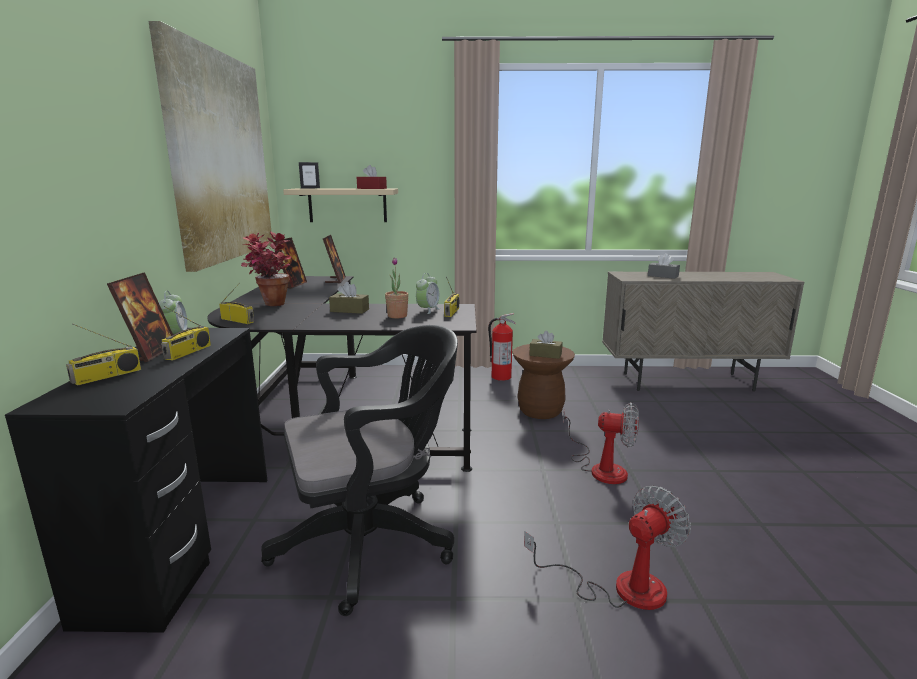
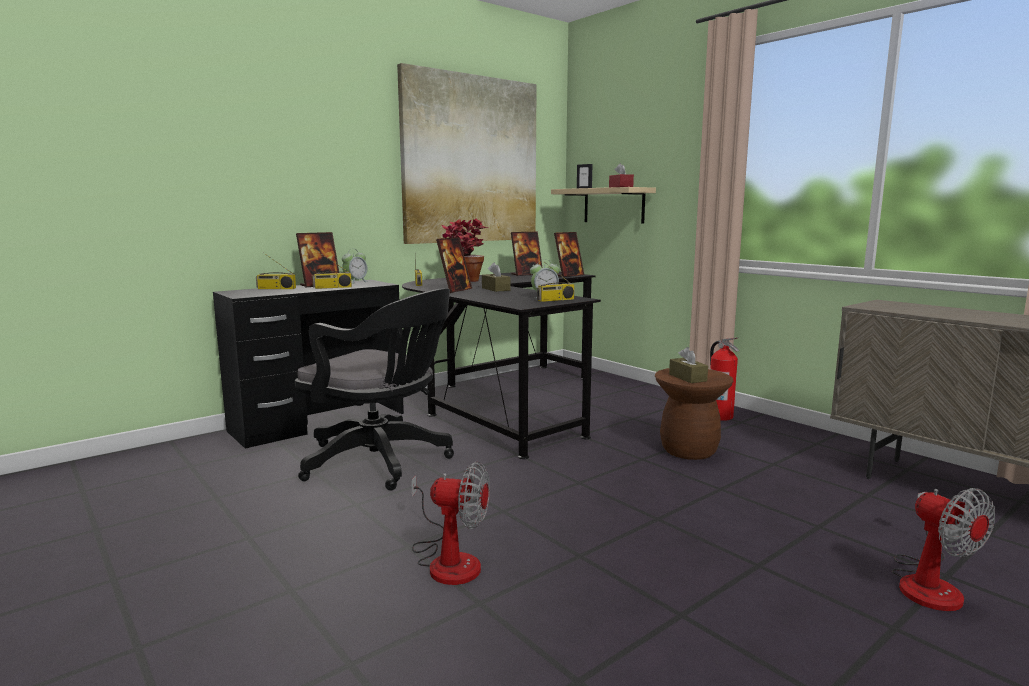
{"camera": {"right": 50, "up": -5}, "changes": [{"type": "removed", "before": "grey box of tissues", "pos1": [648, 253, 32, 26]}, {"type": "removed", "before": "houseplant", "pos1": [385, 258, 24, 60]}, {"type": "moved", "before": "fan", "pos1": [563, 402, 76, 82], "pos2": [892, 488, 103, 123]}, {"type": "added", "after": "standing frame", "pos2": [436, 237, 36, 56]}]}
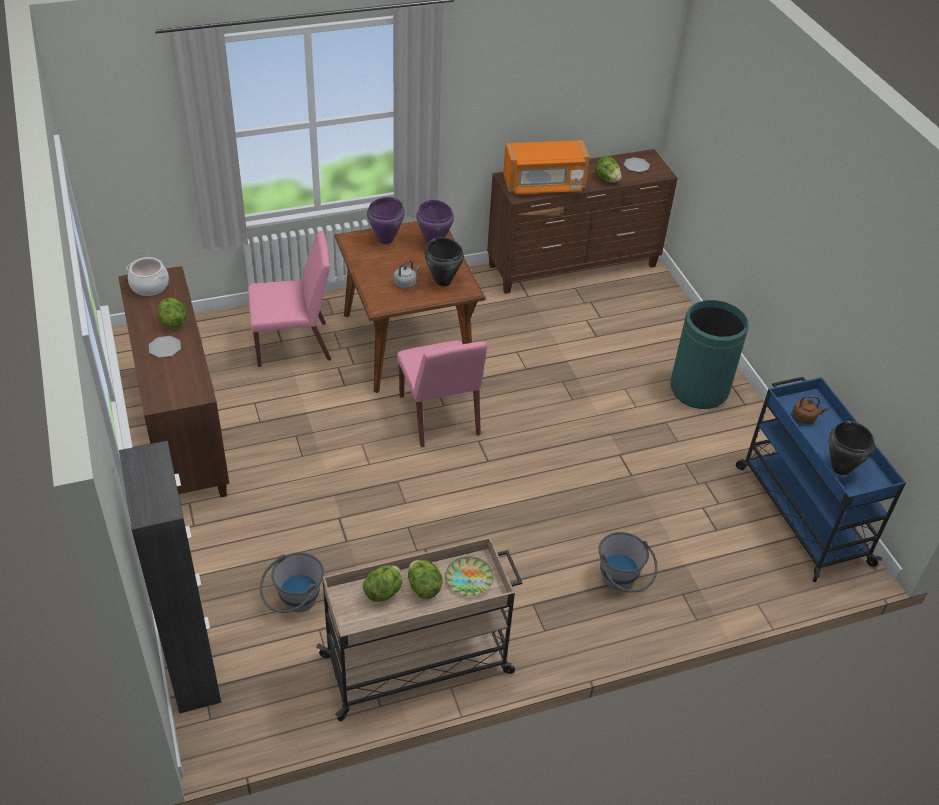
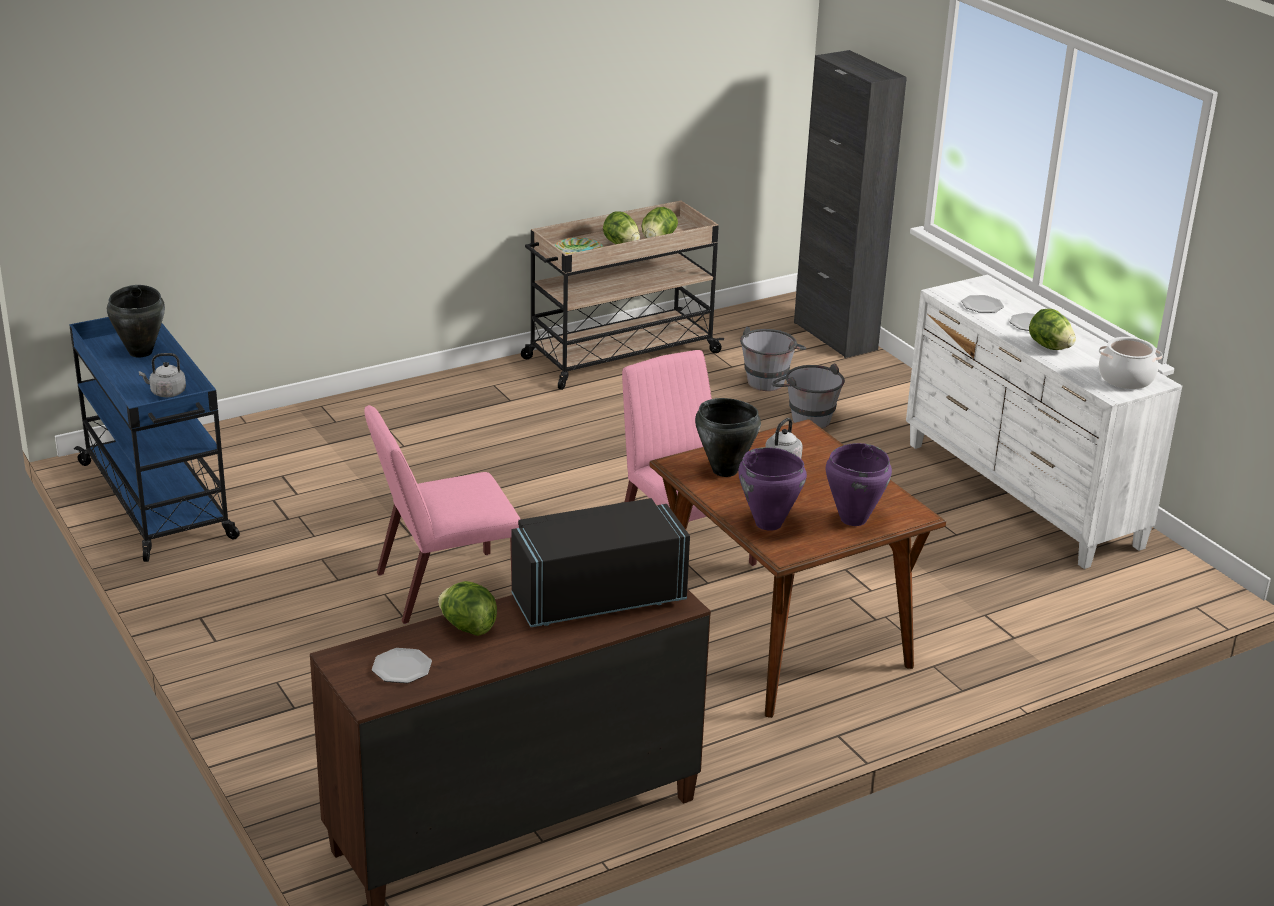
{"camera": {"right": 170, "up": -15}, "changes": [{"type": "recoloured", "before": "orangey microwave oven", "after": "black-coloured microwave oven", "pos1": [503, 140, 87, 54], "pos2": [512, 498, 178, 129]}, {"type": "moved", "before": "pink upright chair", "pos1": [248, 231, 83, 136], "pos2": [364, 405, 156, 219]}, {"type": "recoloured", "before": "brown chest of drawers", "after": "white chest of drawers", "pos1": [118, 266, 111, 232], "pos2": [906, 275, 276, 294]}, {"type": "removed", "before": "green trash can", "pos1": [671, 300, 78, 109]}, {"type": "recoloured", "before": "brown kettle", "after": "grey kettle", "pos1": [793, 395, 35, 29], "pos2": [139, 353, 47, 44]}, {"type": "moved", "before": "grey pail", "pos1": [598, 532, 60, 61], "pos2": [772, 363, 73, 66]}, {"type": "added", "after": "flat dish", "pos2": [961, 295, 43, 18]}]}
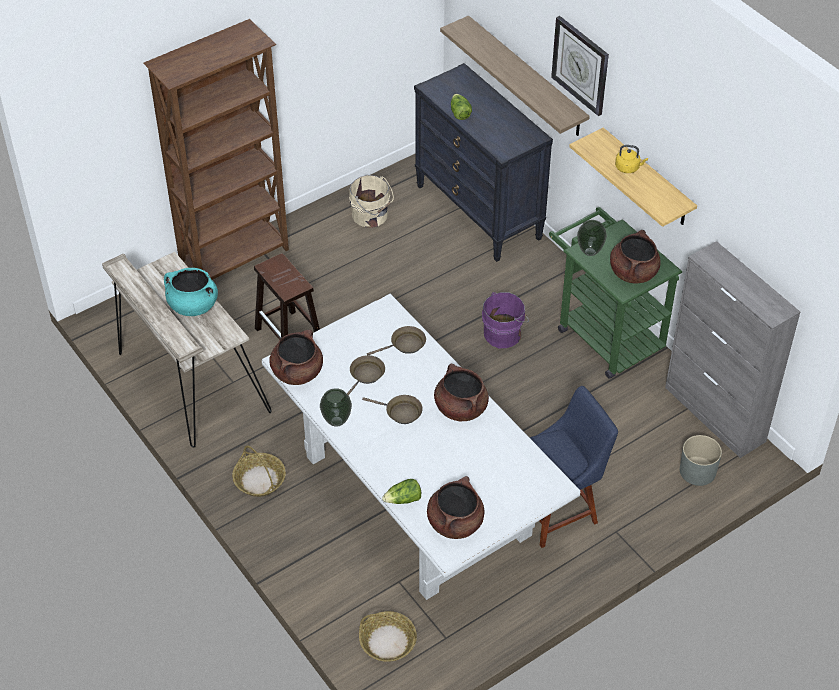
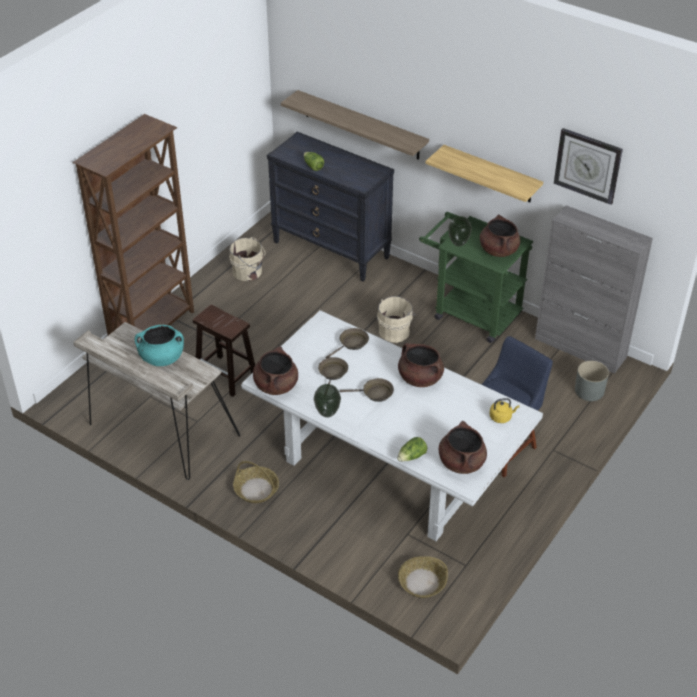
{"camera": {"right": -20, "up": -5}, "changes": [{"type": "moved", "before": "hanging clock", "pos1": [551, 16, 58, 100], "pos2": [554, 128, 69, 77]}, {"type": "moved", "before": "yellow kettle", "pos1": [615, 145, 33, 28], "pos2": [490, 398, 29, 25]}, {"type": "recoloured", "before": "purple pail", "after": "beige pail", "pos1": [482, 292, 47, 56], "pos2": [377, 296, 39, 47]}]}
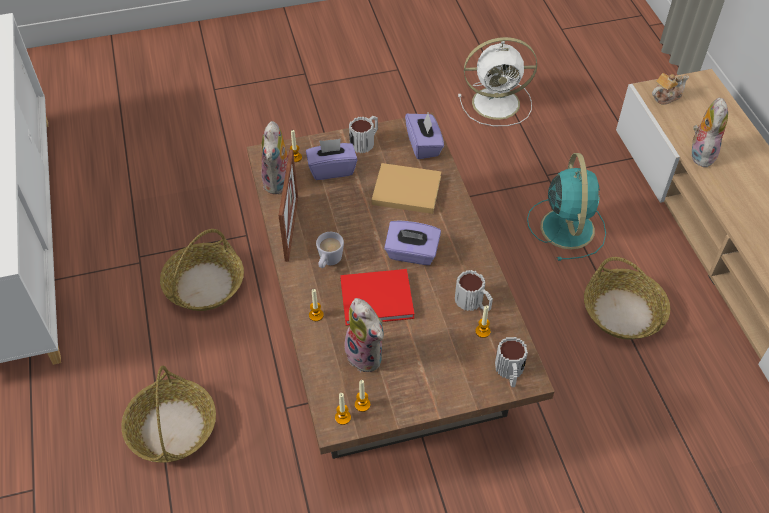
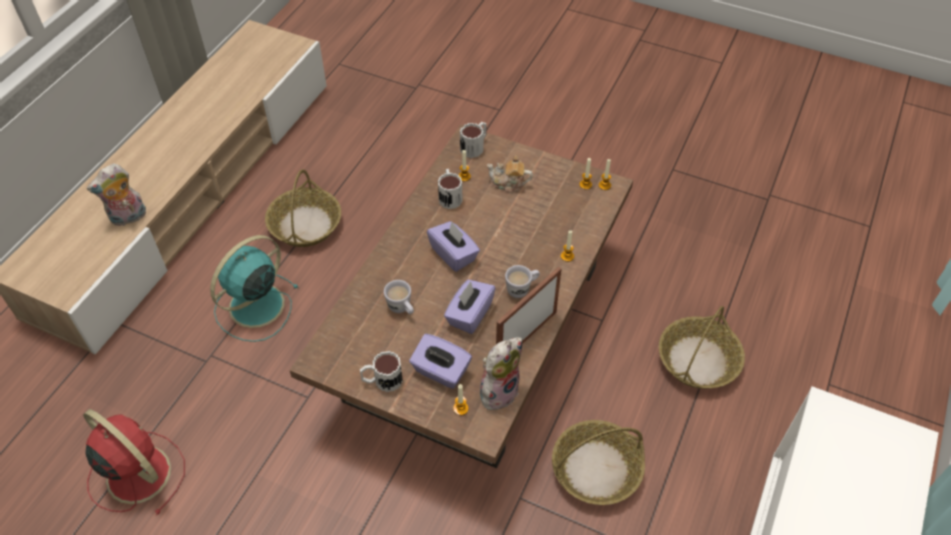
{"camera": {"right": -140, "up": 0}, "changes": [{"type": "recoloured", "before": "white fan", "after": "reddish fan", "pos1": [458, 37, 79, 89], "pos2": [83, 409, 102, 106]}, {"type": "moved", "before": "teapot", "pos1": [652, 73, 37, 32], "pos2": [487, 155, 46, 38]}, {"type": "moved", "before": "purple box of tissues", "pos1": [405, 112, 39, 47], "pos2": [444, 279, 52, 55]}, {"type": "replaced", "before": "beige bound book", "after": "white coffee mug", "pos1": [371, 163, 70, 51], "pos2": [384, 280, 30, 34]}, {"type": "removed", "before": "reddish bound book", "pos1": [340, 269, 74, 57]}, {"type": "removed", "before": "plush toy", "pos1": [344, 298, 39, 74]}]}
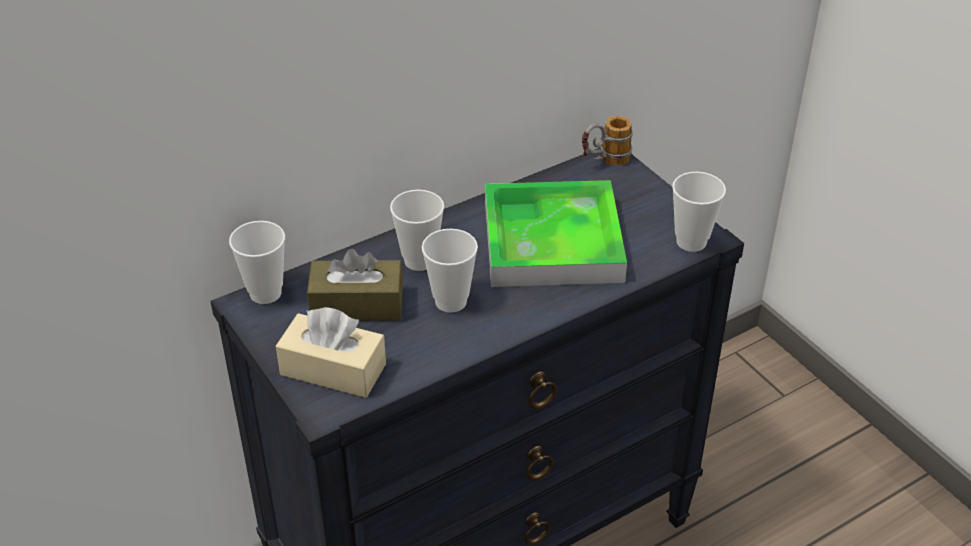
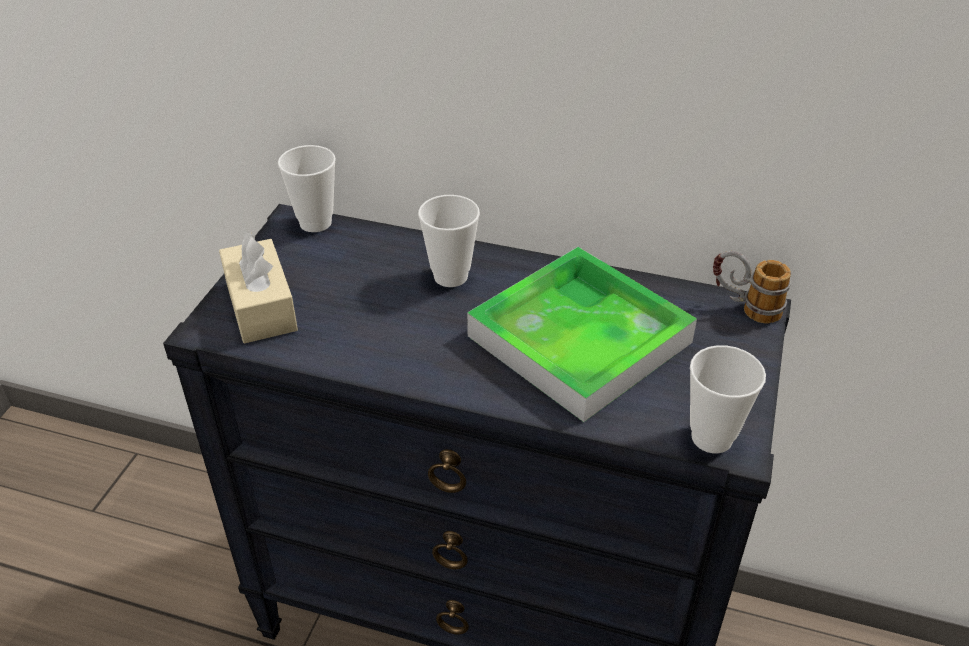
{"camera": {"right": 50, "up": 0}, "changes": [{"type": "removed", "before": "drinking cup", "pos1": [422, 229, 56, 84]}, {"type": "removed", "before": "brown box of tissues", "pos1": [307, 249, 96, 72]}]}
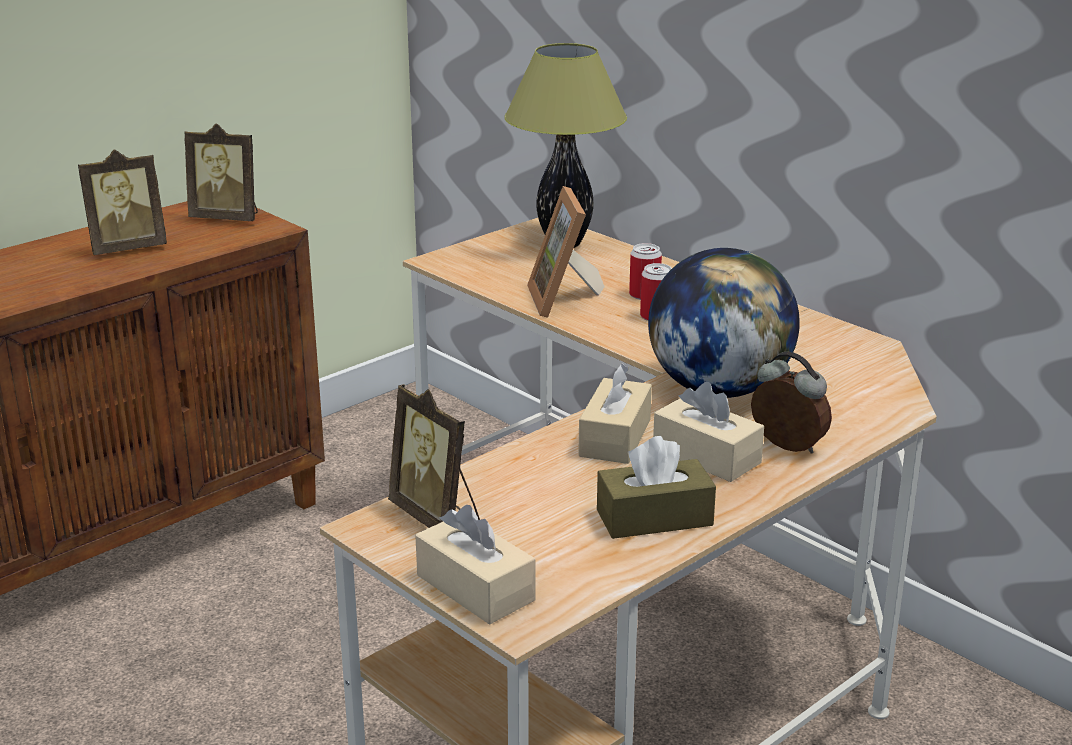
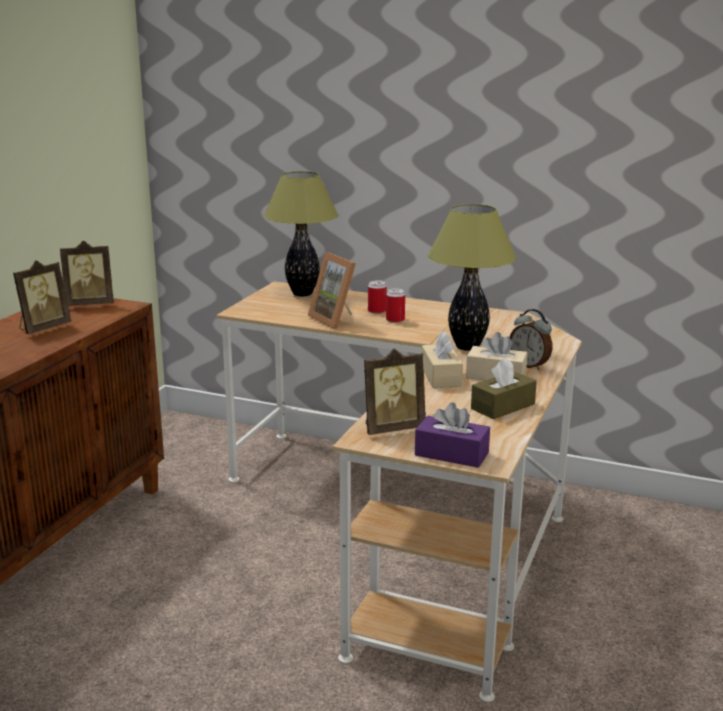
{"camera": {"right": -25, "up": -5}, "changes": [{"type": "replaced", "before": "desk globe", "after": "tabletop lamp", "pos1": [648, 248, 152, 150], "pos2": [428, 204, 88, 147]}, {"type": "turned", "before": "table clock", "pos1": [751, 352, 81, 102], "pos2": [510, 309, 42, 61], "turn": -150}, {"type": "turned", "before": "standing frame", "pos1": [388, 384, 92, 144], "pos2": [364, 349, 62, 86], "turn": -45}, {"type": "recoloured", "before": "beige box of tissues", "after": "purple box of tissues", "pos1": [415, 505, 121, 119], "pos2": [415, 403, 75, 65]}]}
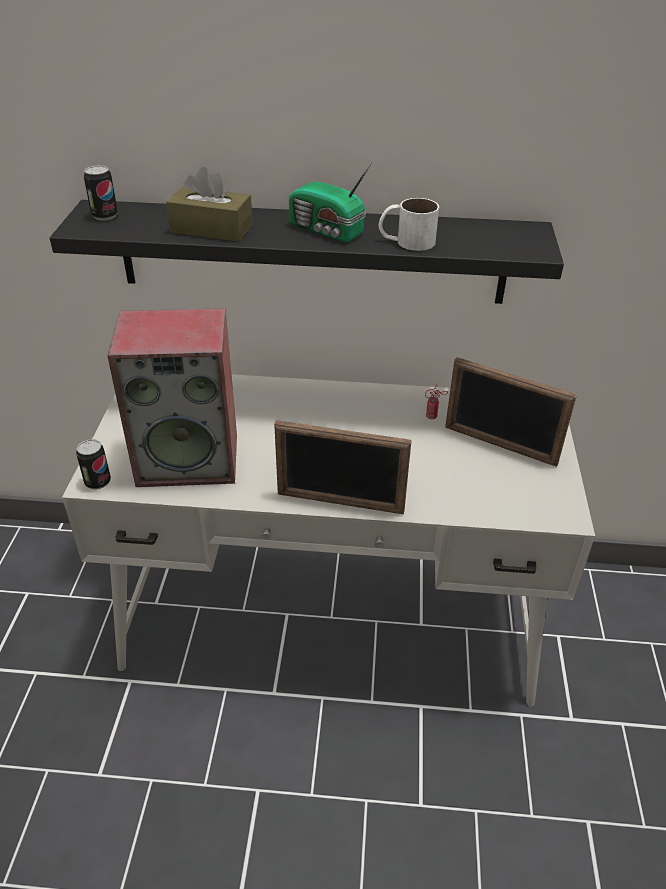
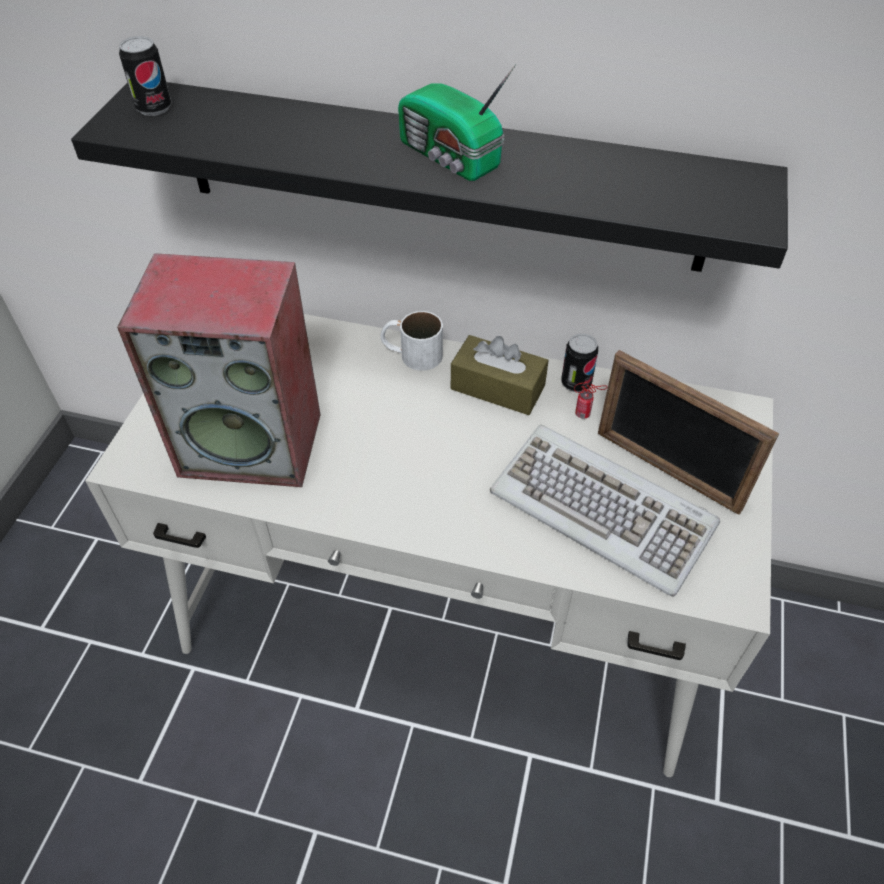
{"camera": {"right": 10, "up": 10}, "changes": [{"type": "moved", "before": "brown box of tissues", "pos1": [166, 167, 87, 75], "pos2": [451, 335, 98, 80]}, {"type": "moved", "before": "white coffee mug", "pos1": [379, 198, 60, 53], "pos2": [381, 311, 62, 60]}, {"type": "removed", "before": "standing frame", "pos1": [274, 420, 138, 94]}, {"type": "moved", "before": "metal can", "pos1": [76, 439, 35, 51], "pos2": [561, 333, 37, 59]}, {"type": "added", "after": "PC keyboard", "pos2": [490, 425, 230, 172]}]}
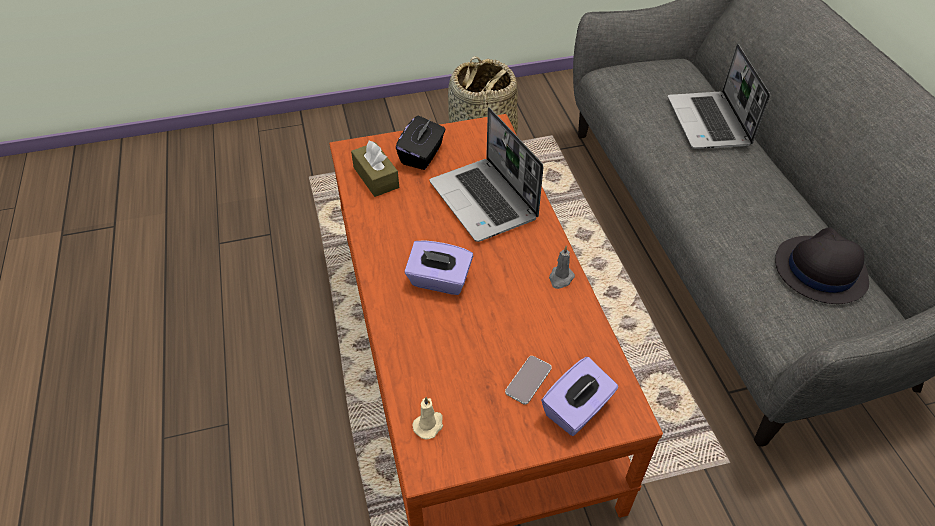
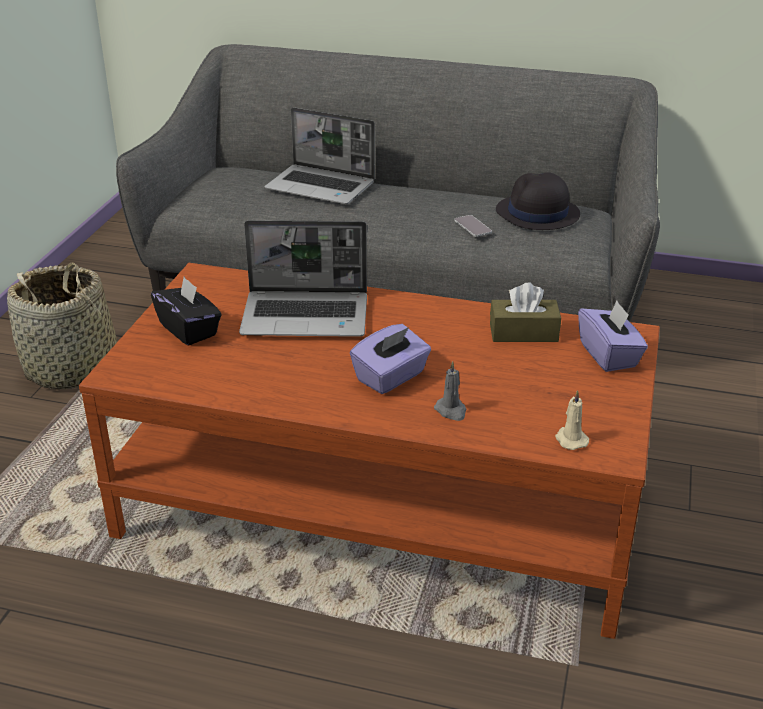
{"camera": {"right": -60, "up": -15}, "changes": [{"type": "moved", "before": "brown box of tissues", "pos1": [351, 141, 48, 56], "pos2": [490, 283, 71, 59]}, {"type": "moved", "before": "grey wax candle", "pos1": [549, 246, 26, 43], "pos2": [434, 361, 33, 60]}, {"type": "moved", "before": "handset", "pos1": [505, 356, 47, 49], "pos2": [454, 215, 38, 22]}]}
